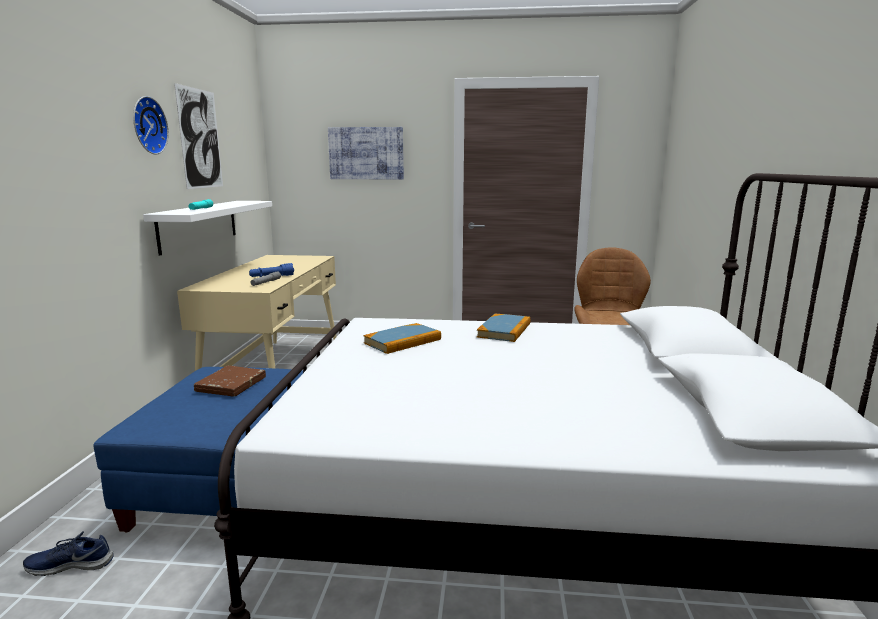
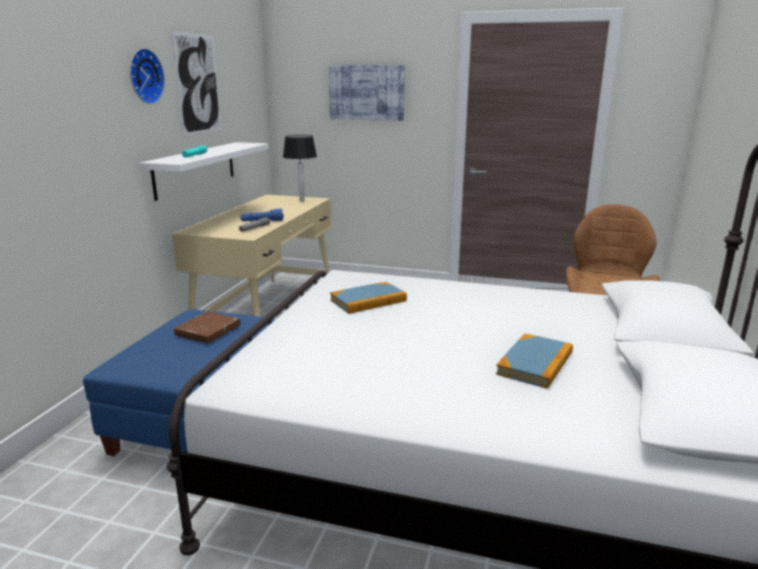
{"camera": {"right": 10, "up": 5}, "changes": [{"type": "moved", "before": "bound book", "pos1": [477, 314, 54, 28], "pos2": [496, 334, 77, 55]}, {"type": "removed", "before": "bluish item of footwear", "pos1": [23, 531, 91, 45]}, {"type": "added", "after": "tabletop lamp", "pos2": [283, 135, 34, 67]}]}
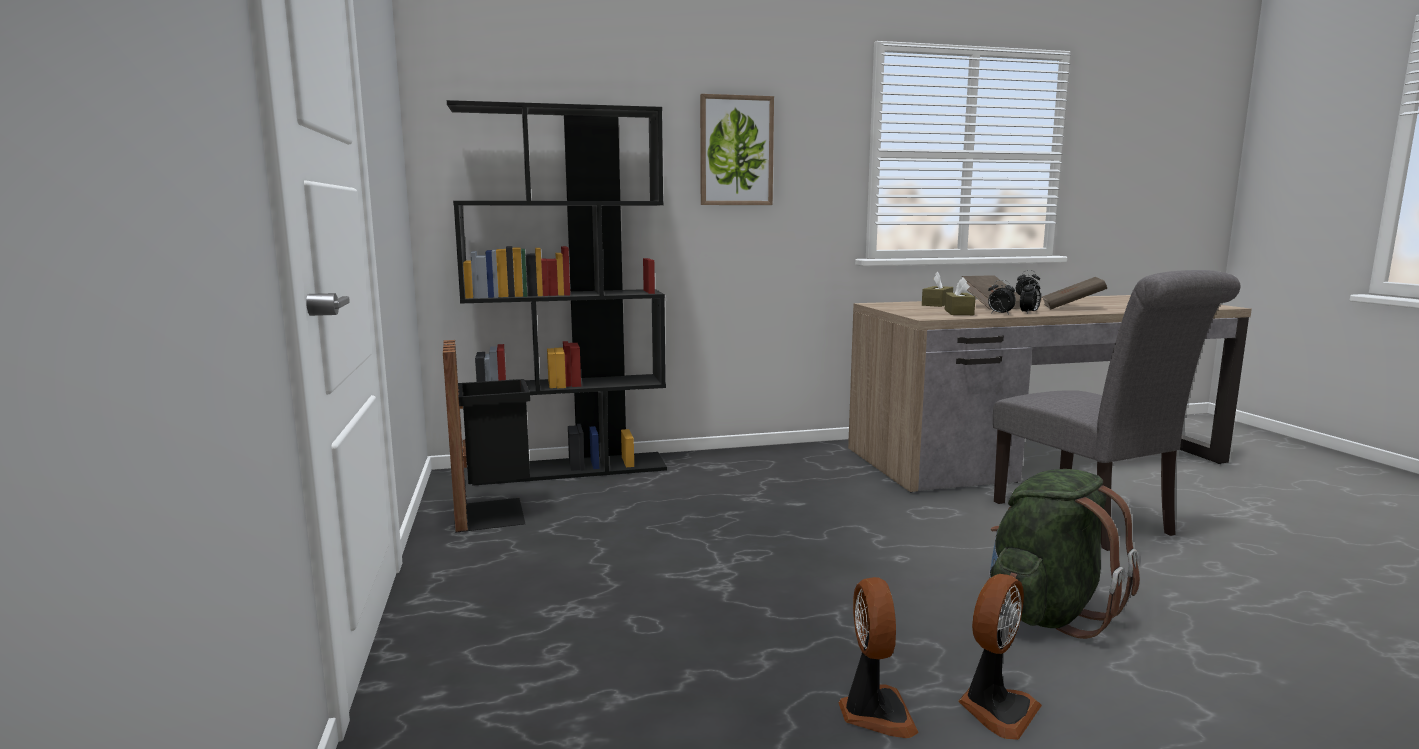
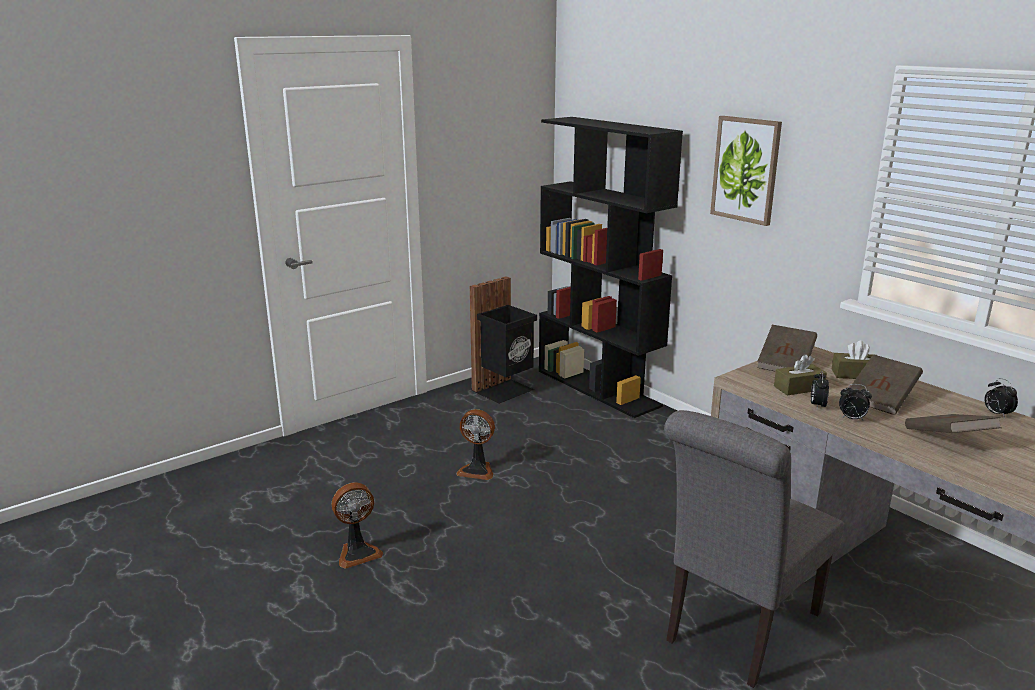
{"camera": {"right": 65, "up": 10}, "changes": [{"type": "removed", "before": "green knapsack", "pos1": [989, 469, 151, 170]}, {"type": "moved", "before": "fan", "pos1": [958, 574, 84, 166], "pos2": [456, 409, 39, 71]}, {"type": "added", "after": "brown bound book", "pos2": [757, 325, 60, 47]}]}
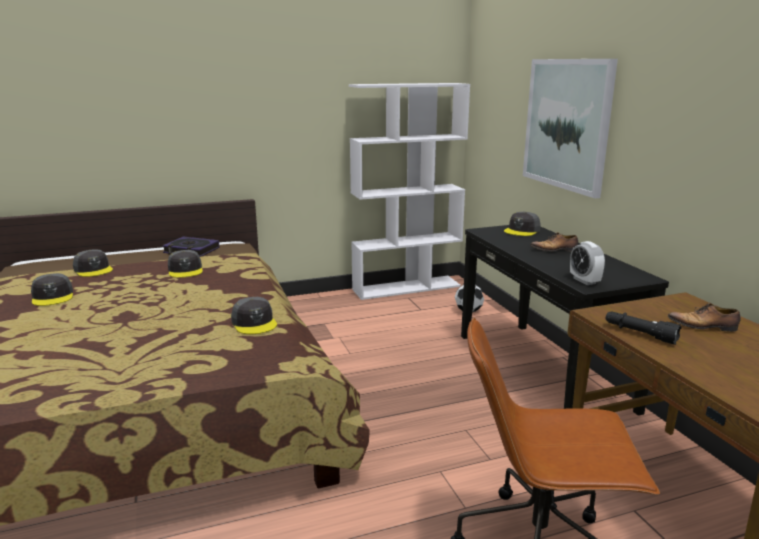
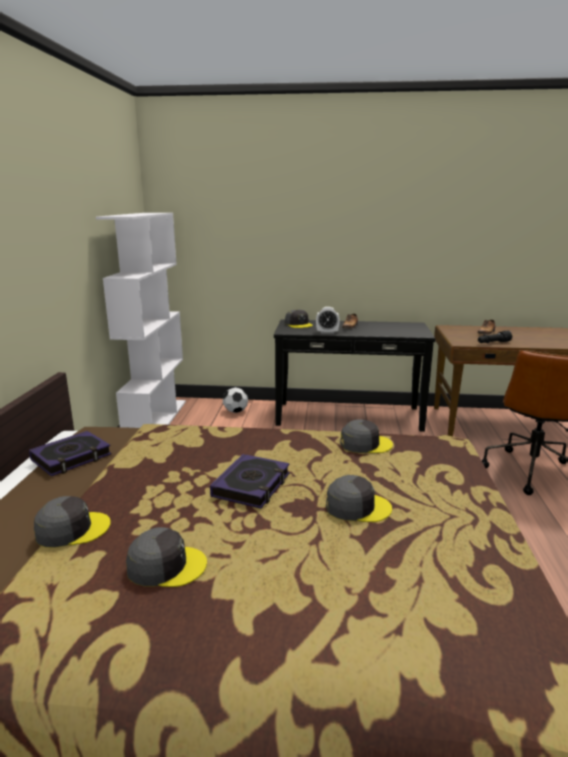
{"camera": {"right": -65, "up": 0}, "changes": [{"type": "removed", "before": "wall art", "pos1": [523, 59, 95, 139]}, {"type": "moved", "before": "table clock", "pos1": [570, 241, 35, 44], "pos2": [316, 307, 24, 27]}, {"type": "moved", "before": "grey peaked cap", "pos1": [168, 250, 35, 28], "pos2": [326, 475, 66, 47]}, {"type": "added", "after": "bound book", "pos2": [210, 454, 80, 55]}]}
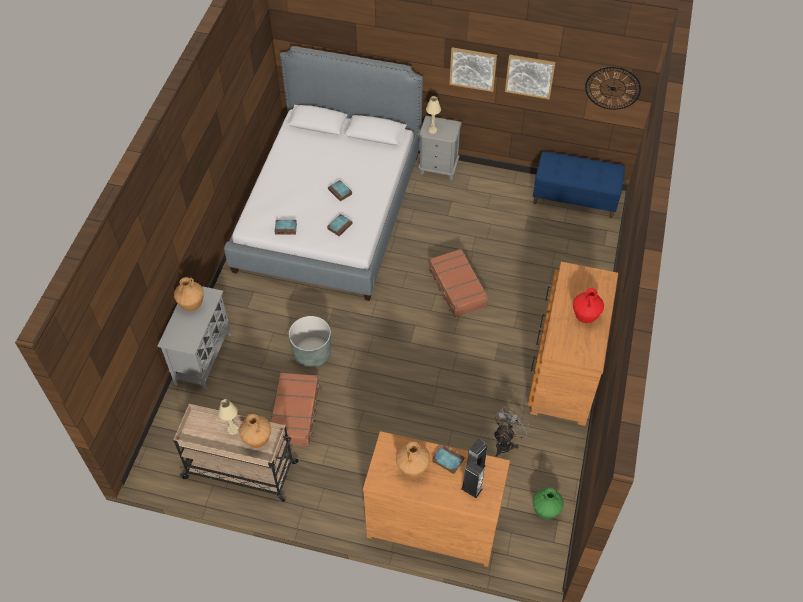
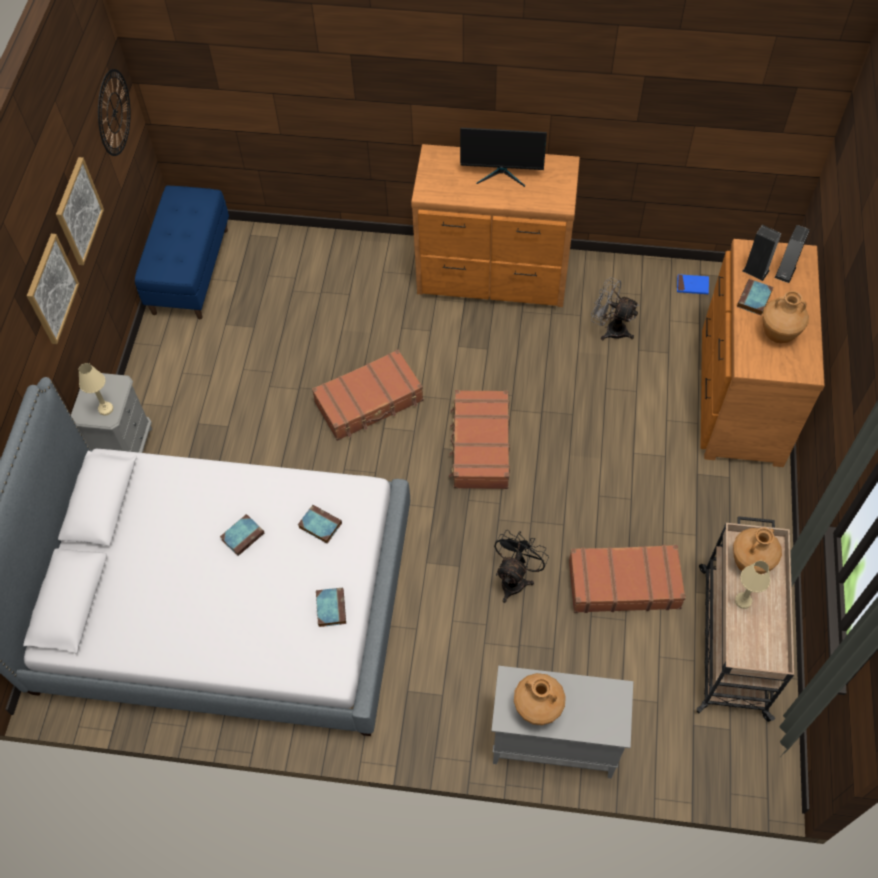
{"camera": {"right": -95, "up": 5}, "changes": [{"type": "replaced", "before": "reddish flower vase", "after": "computer display", "pos1": [573, 287, 31, 36], "pos2": [460, 128, 87, 59]}, {"type": "replaced", "before": "grey flower pot", "after": "black-coloured fan", "pos1": [289, 316, 42, 51], "pos2": [494, 530, 55, 73]}, {"type": "replaced", "before": "green flower vase", "after": "bluish bound book", "pos1": [533, 488, 31, 31], "pos2": [677, 274, 32, 20]}, {"type": "added", "after": "brown travel case", "pos2": [449, 390, 61, 99]}]}
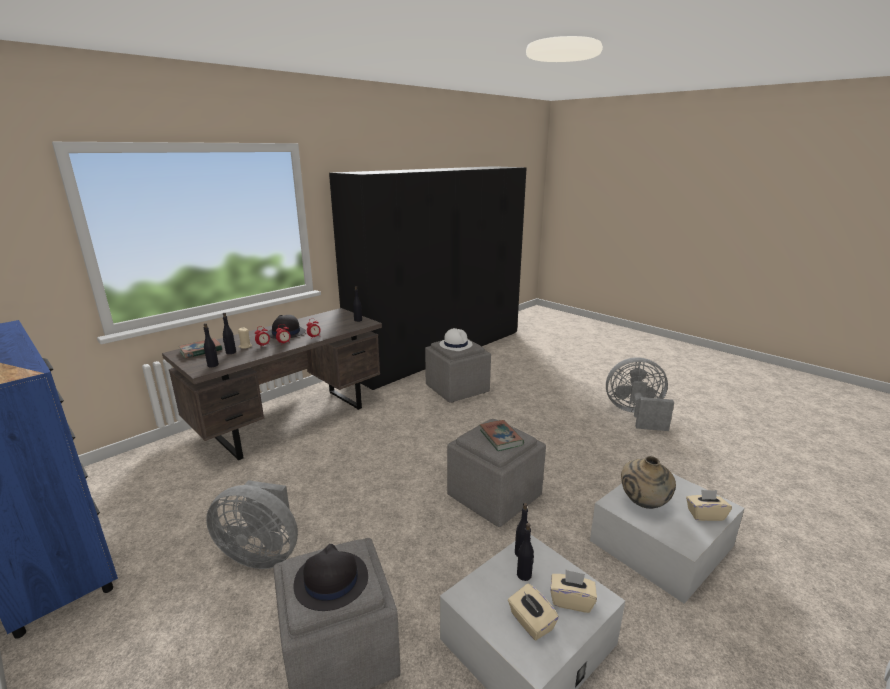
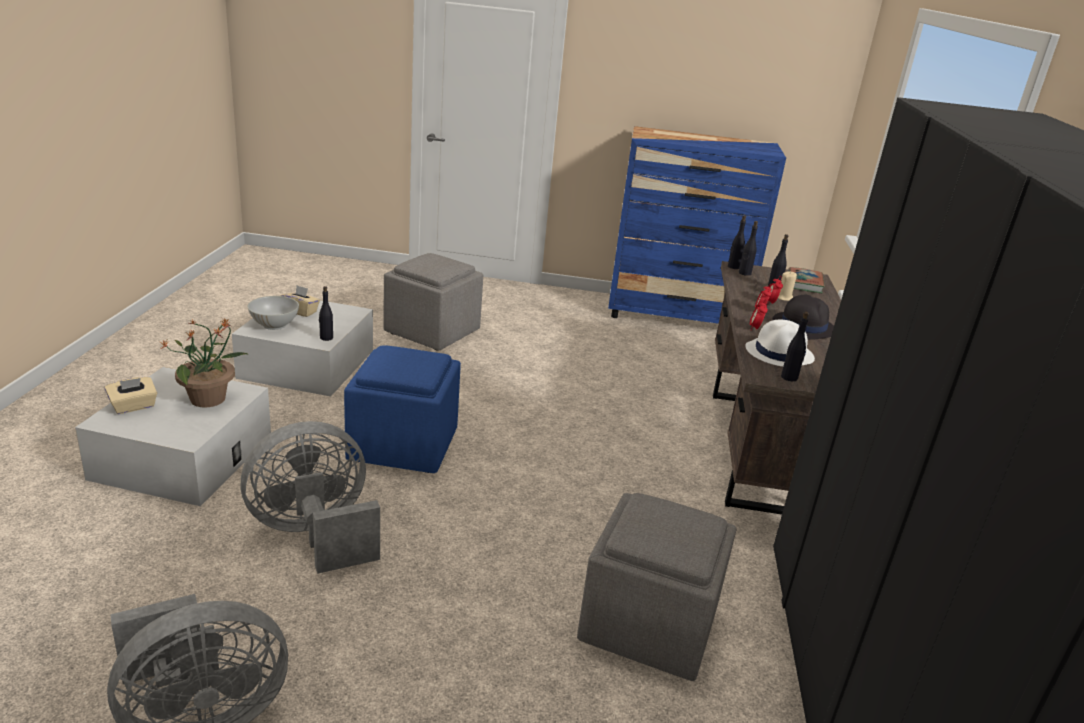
{"camera": {"right": 140, "up": 5}, "changes": [{"type": "moved", "before": "white clothing hat", "pos1": [440, 328, 33, 23], "pos2": [745, 320, 70, 47]}, {"type": "recoloured", "before": "grey ottoman", "after": "bluish ottoman", "pos1": [447, 419, 99, 108], "pos2": [344, 345, 117, 128]}, {"type": "removed", "before": "bound book", "pos1": [480, 420, 44, 31]}, {"type": "replaced", "before": "beige flower vase", "after": "houseplant", "pos1": [621, 456, 55, 53], "pos2": [160, 318, 89, 90]}, {"type": "moved", "before": "grey fan", "pos1": [206, 480, 92, 89], "pos2": [241, 421, 139, 153]}, {"type": "moved", "before": "black-coloured drink bottle", "pos1": [517, 523, 17, 58], "pos2": [728, 215, 18, 54]}, {"type": "removed", "before": "black-coloured clothing hat", "pos1": [294, 544, 74, 67]}, {"type": "replaced", "before": "beige box of tissues", "after": "white bowl", "pos1": [550, 569, 47, 44], "pos2": [248, 296, 51, 34]}]}
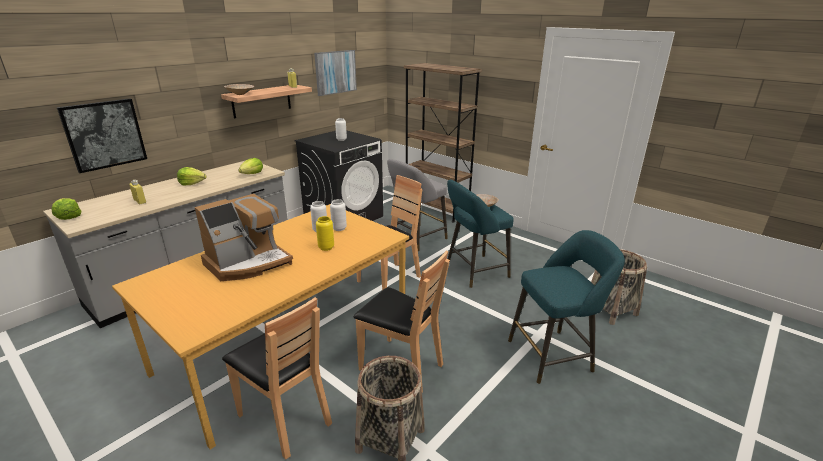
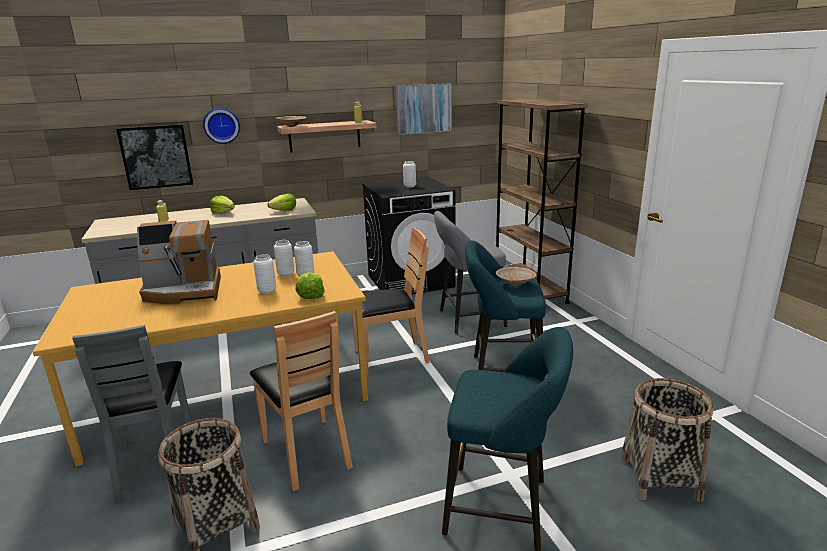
{"camera": {"right": 30, "up": -5}, "changes": [{"type": "moved", "before": "lettuce", "pos1": [51, 198, 31, 22], "pos2": [295, 272, 30, 27]}, {"type": "recoloured", "before": "yellow flower vase", "after": "white flower vase", "pos1": [316, 216, 18, 35], "pos2": [253, 254, 23, 40]}, {"type": "recoloured", "before": "brown upright chair", "after": "grey upright chair", "pos1": [222, 297, 110, 163], "pos2": [72, 325, 119, 176]}, {"type": "added", "after": "hanging clock", "pos2": [203, 108, 37, 36]}]}
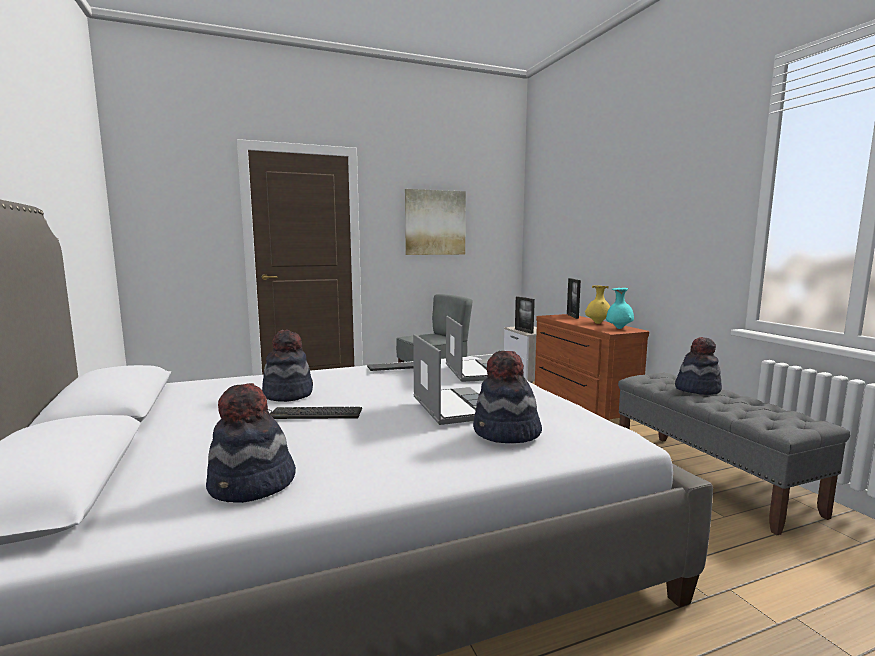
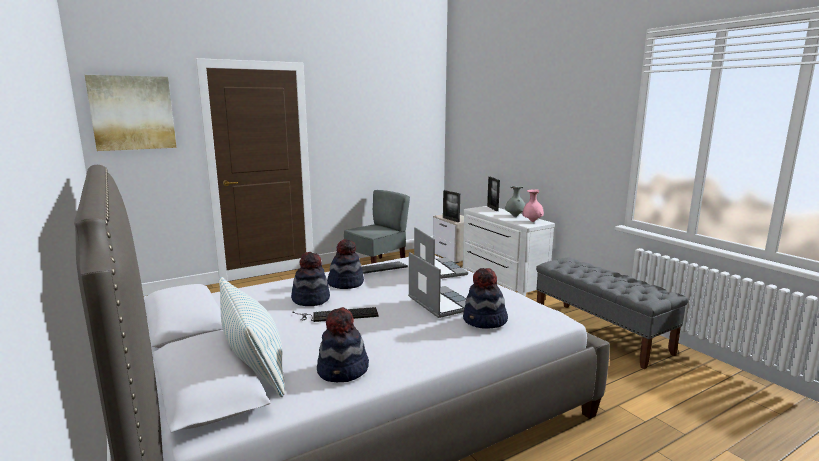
{"camera": {"right": -10, "up": 5}, "changes": [{"type": "moved", "before": "wall art", "pos1": [405, 189, 61, 66], "pos2": [85, 75, 92, 76]}, {"type": "recoloured", "before": "yellow flower vase", "after": "grey flower vase", "pos1": [585, 285, 26, 39], "pos2": [505, 186, 21, 31]}, {"type": "recoloured", "before": "turquoise-coloured flower vase", "after": "pink flower vase", "pos1": [606, 288, 28, 41], "pos2": [522, 189, 22, 33]}, {"type": "recoloured", "before": "brown chest of drawers", "after": "white chest of drawers", "pos1": [535, 314, 114, 107], "pos2": [463, 206, 92, 90]}, {"type": "moved", "before": "clothing hat", "pos1": [675, 337, 47, 58], "pos2": [327, 239, 37, 50]}, {"type": "added", "after": "pillow", "pos2": [219, 277, 66, 120]}]}
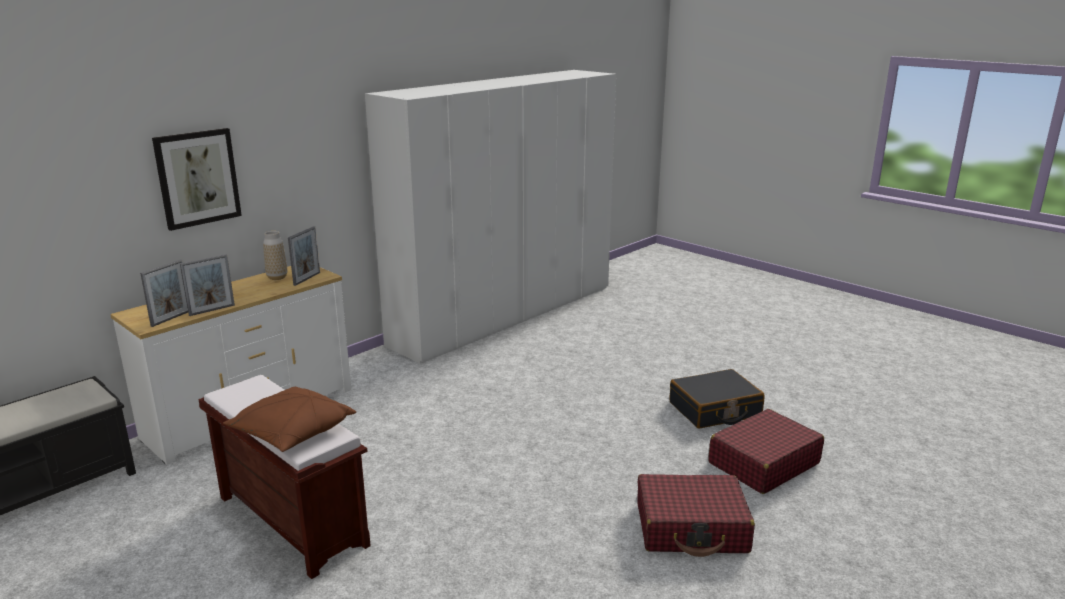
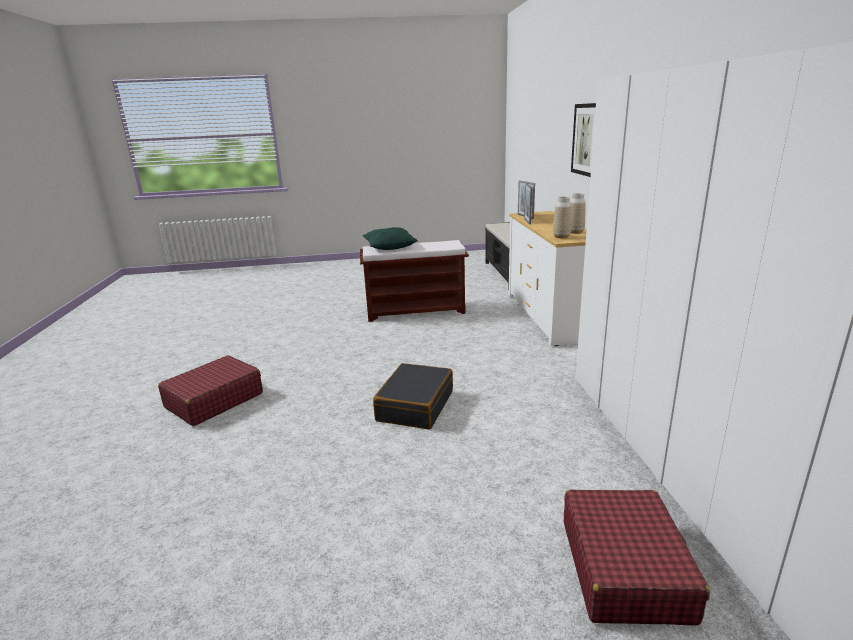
{"camera": {"right": 130, "up": 0}, "changes": [{"type": "replaced", "before": "standing frame", "after": "flower vase", "pos1": [288, 226, 32, 60], "pos2": [553, 196, 18, 42]}, {"type": "moved", "before": "black-coloured travel case", "pos1": [670, 369, 94, 60], "pos2": [373, 363, 80, 67]}, {"type": "recoloured", "before": "brown pillow", "after": "green pillow", "pos1": [223, 387, 133, 65], "pos2": [363, 227, 55, 23]}, {"type": "moved", "before": "reddish travel case", "pos1": [709, 409, 115, 85], "pos2": [564, 490, 146, 135]}]}
